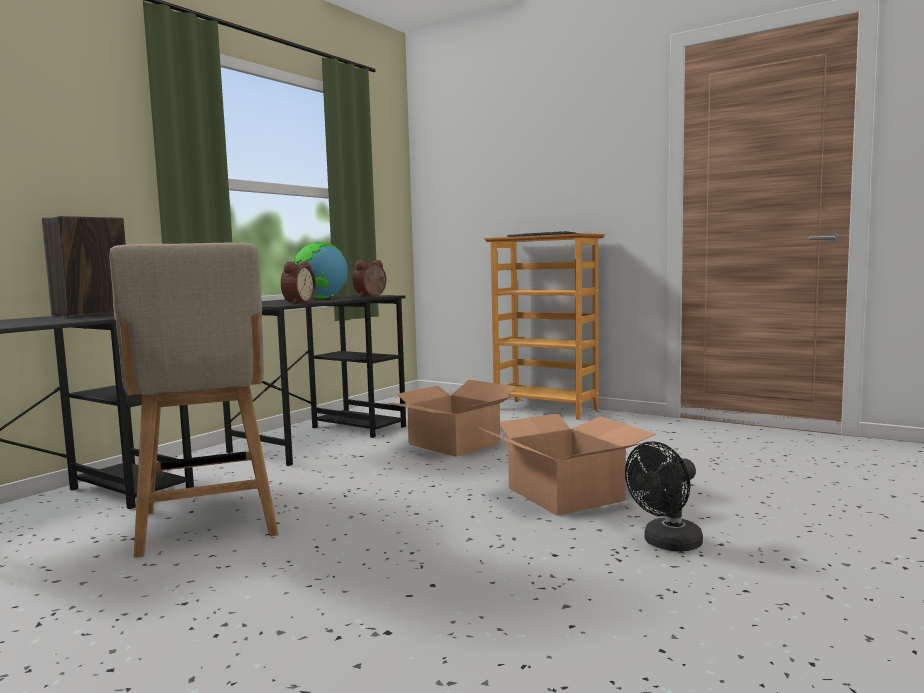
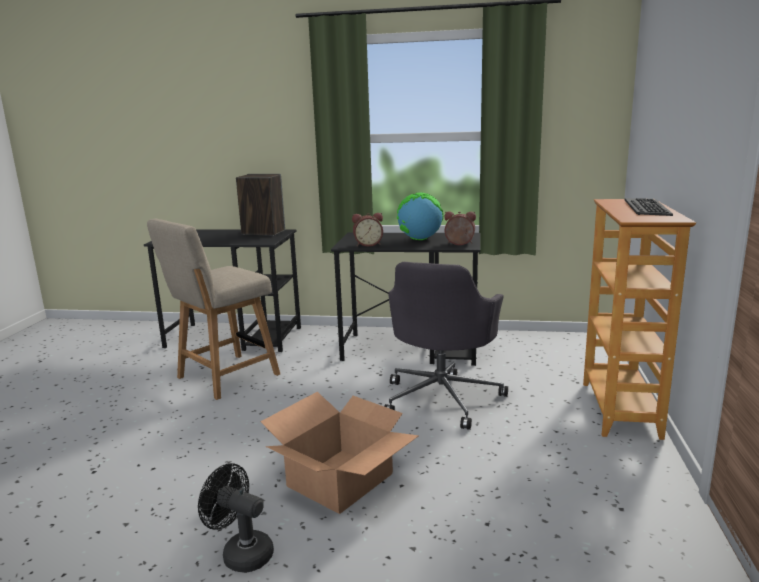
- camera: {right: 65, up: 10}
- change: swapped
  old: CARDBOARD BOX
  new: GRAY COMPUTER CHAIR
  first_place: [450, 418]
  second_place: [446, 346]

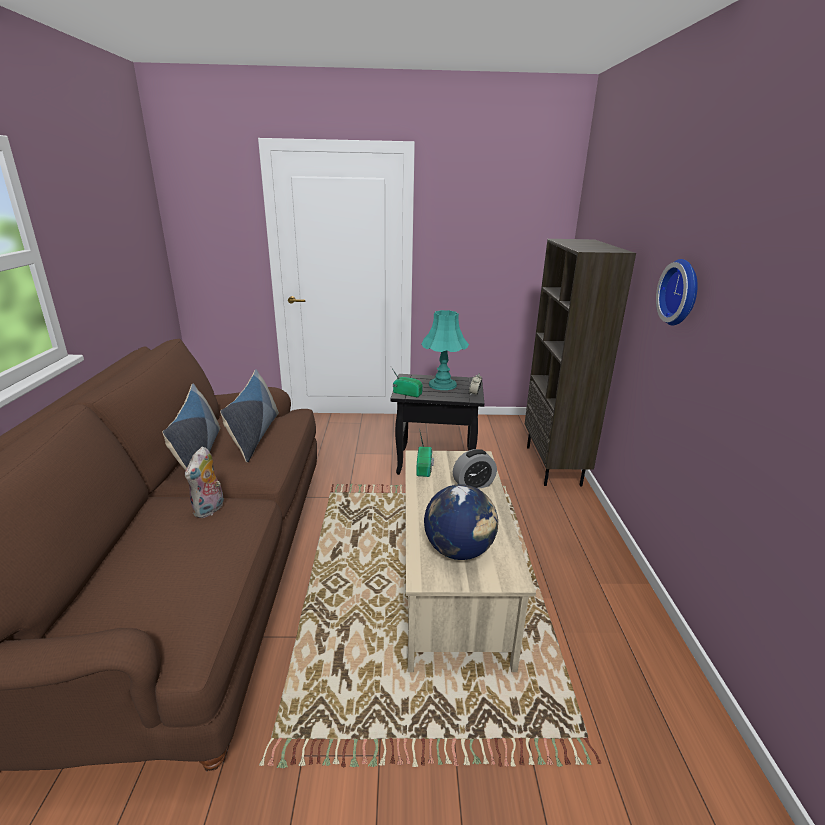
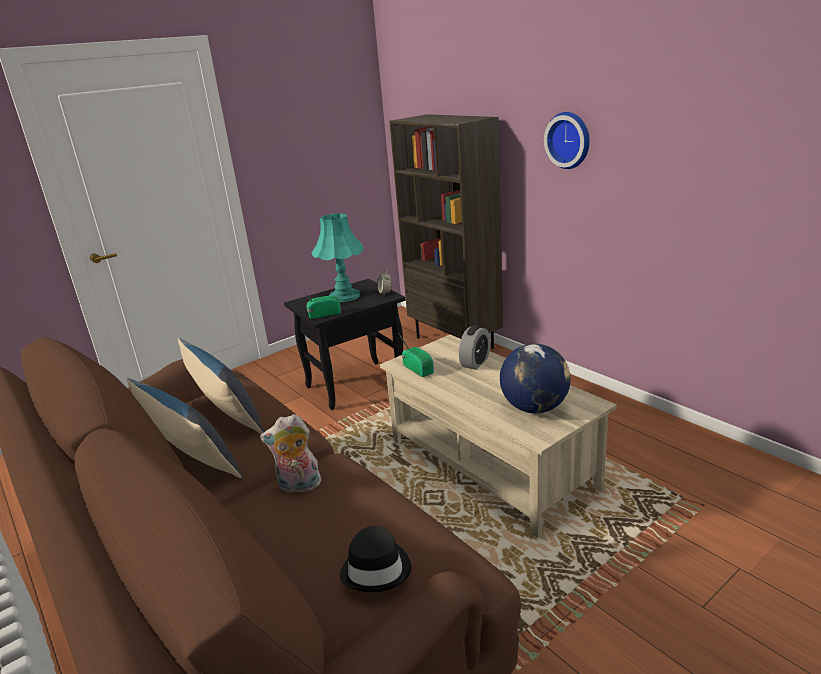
- camera: {right: -35, up: 0}
- change: rotated
  old: PLUSH TOY
  first_place: [204, 482]
  second_place: [290, 454]
  degrees: 105
- change: new
  new: BLACK-COLOURED HAT
  second_place: [375, 559]

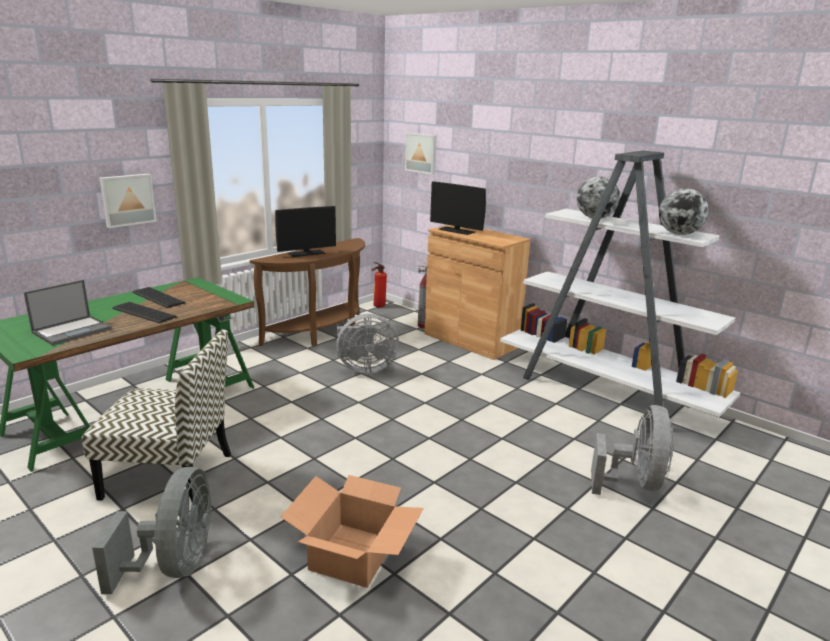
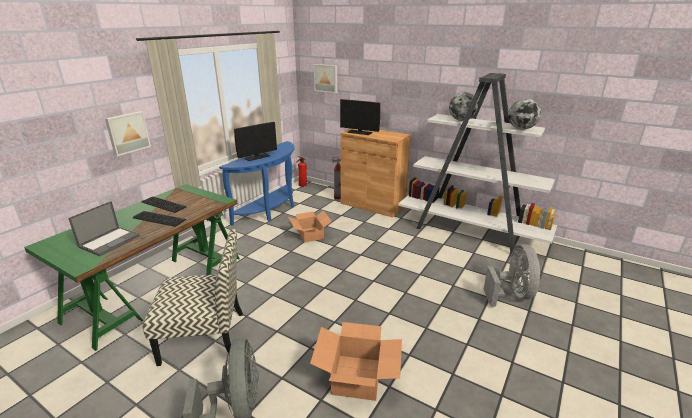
- camera: {right: -10, up: 5}
- change: repainted
  old: BROWN NARROW TABLE
  new: BLUE NARROW TABLE
  first_place: [307, 292]
  second_place: [256, 183]
- change: swapped
  old: GRAY FAN
  new: CARDBOARD BOX
  first_place: [367, 343]
  second_place: [310, 226]

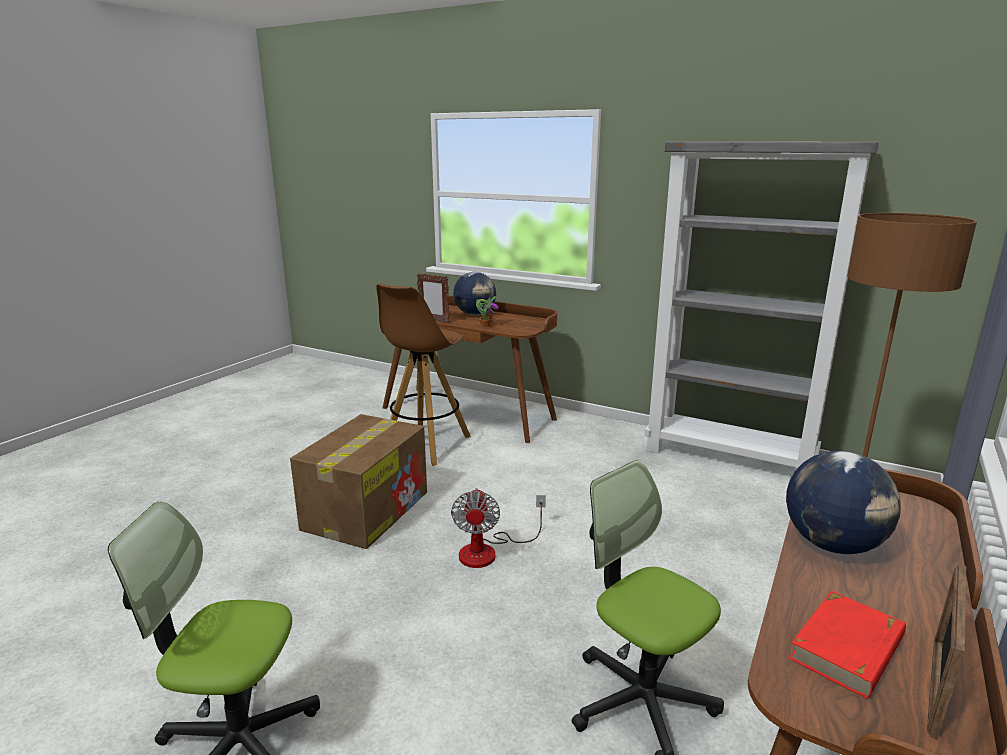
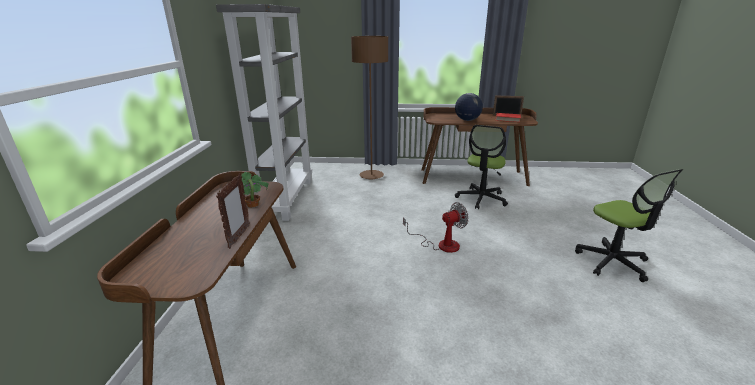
- camera: {right: -115, up: 5}
- change: gone
  old: CARDBOARD BOX
  first_place: [358, 481]
- change: gone
  old: BROWN SITTING STOOL
  first_place: [423, 374]
- change: gone
  old: DESK GLOBE
  first_place: [474, 293]

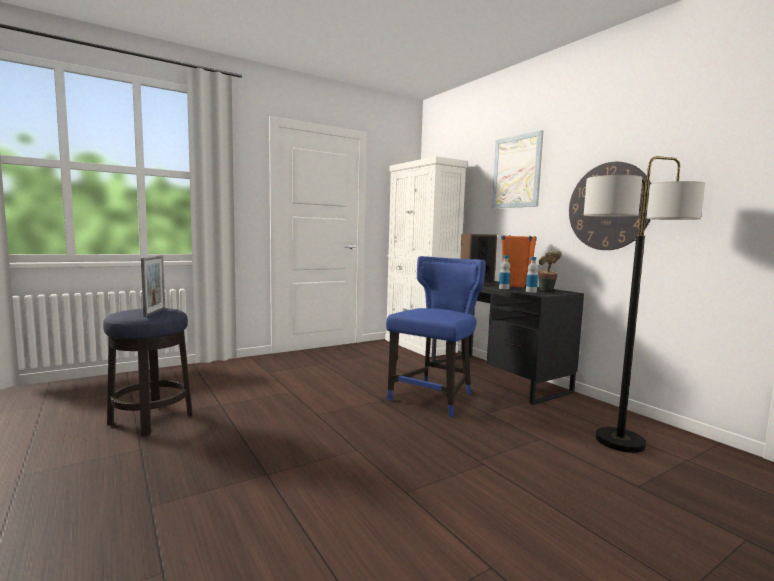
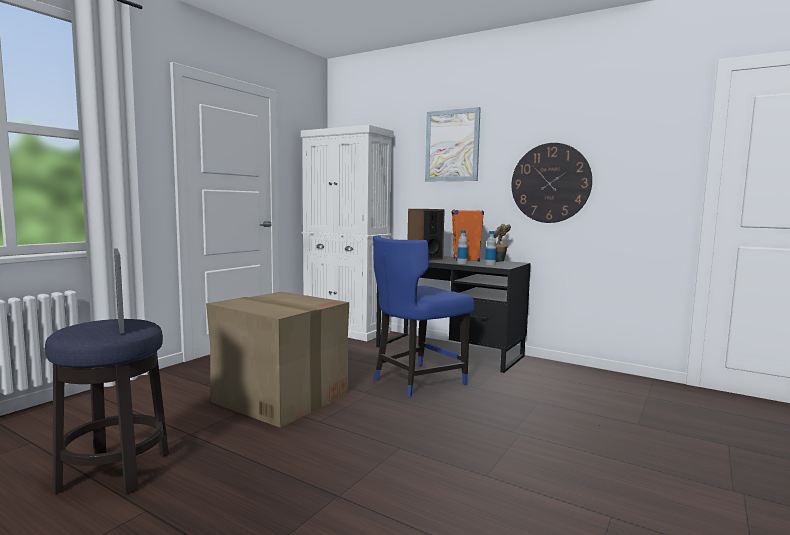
- camera: {right: -25, up: 0}
- change: new
  new: CARDBOARD BOX
  second_place: [277, 360]
- change: rotated
  old: BLUE PLAIN CHAIR
  first_place: [436, 336]
  second_place: [423, 316]
  degrees: -135
- change: gone
  old: STANDING LAMP
  first_place: [644, 304]

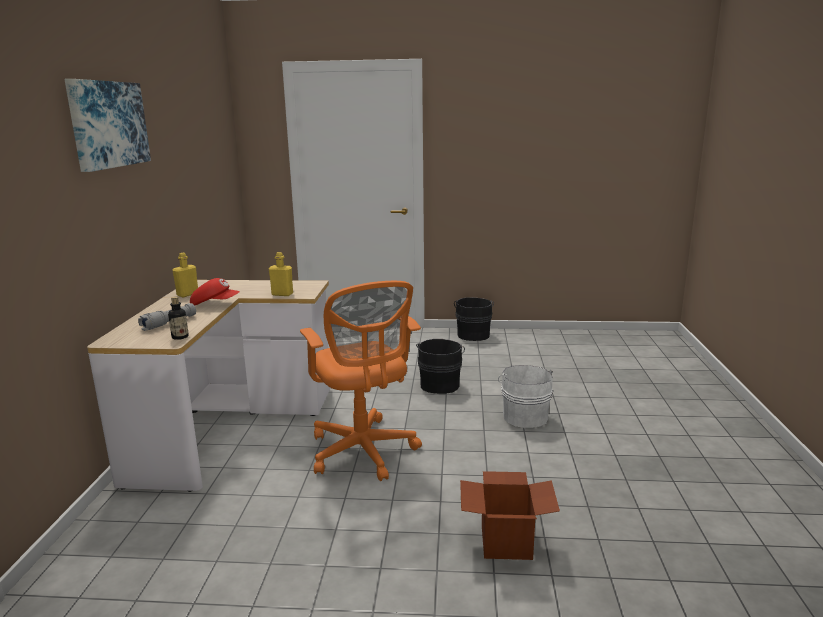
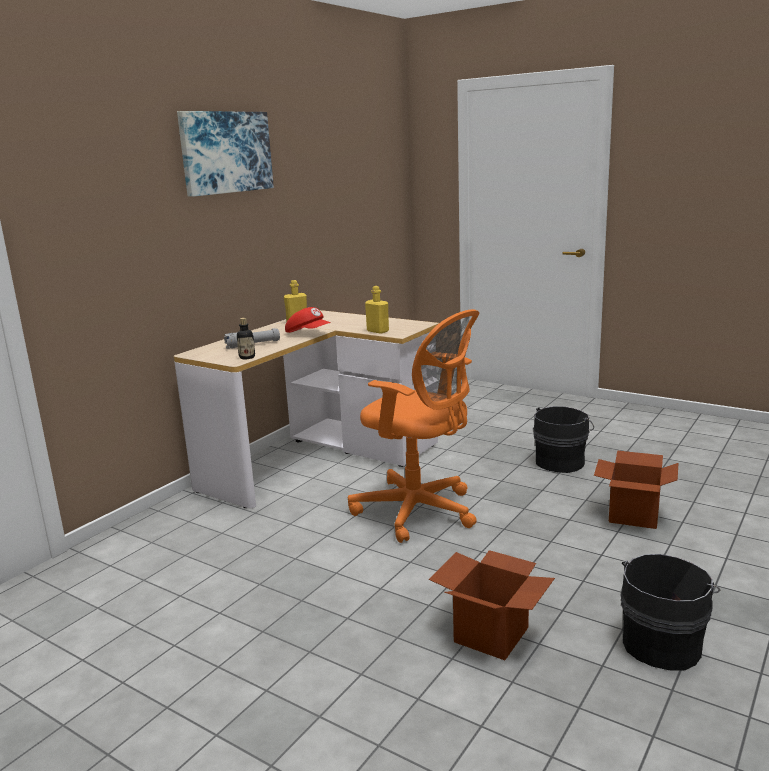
- camera: {right: 30, up: 0}
- change: rotated
  old: ORANGEY COMPUTER CHAIR
  first_place: [361, 381]
  second_place: [413, 426]
  degrees: -60
- change: swapped
  old: WHITE-COLOURED BUCKET
  new: CARDBOARD BOX
  first_place: [525, 396]
  second_place: [636, 490]
- change: shifted
  old: BLACK-COLOURED BUCKET
  first_place: [474, 319]
  second_place: [670, 612]

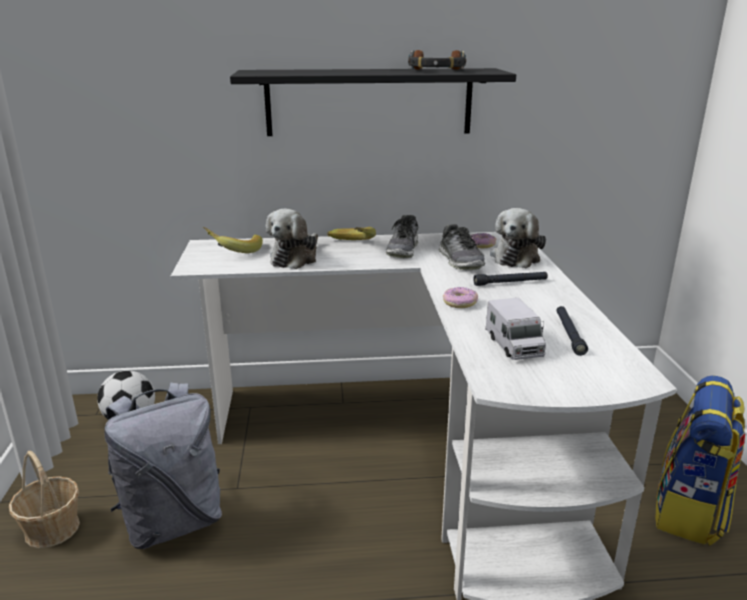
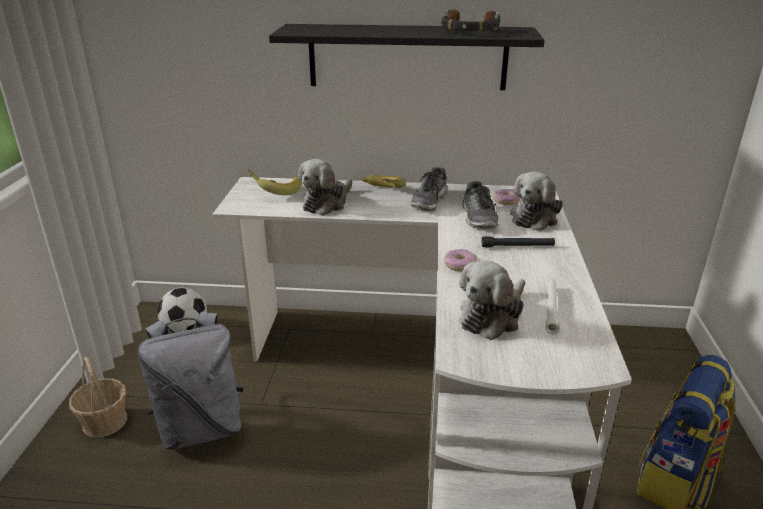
- camera: {right: 10, up: 5}
- change: swapped
  old: TOY TRUCK
  new: PLUSH TOY
  first_place: [515, 329]
  second_place: [492, 300]
- change: repainted
  old: BLACK-COLOURED TORCH
  new: WHITE-COLOURED TORCH
  first_place: [572, 331]
  second_place: [552, 306]

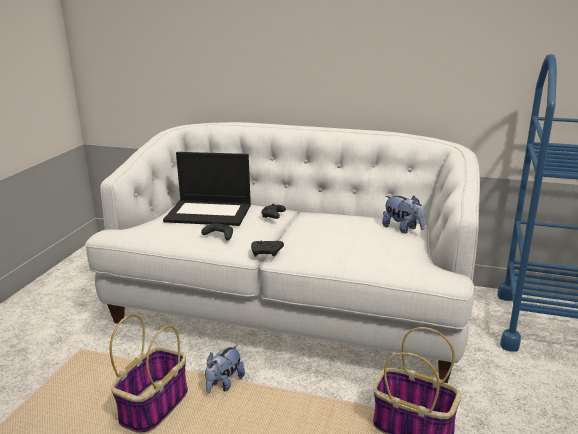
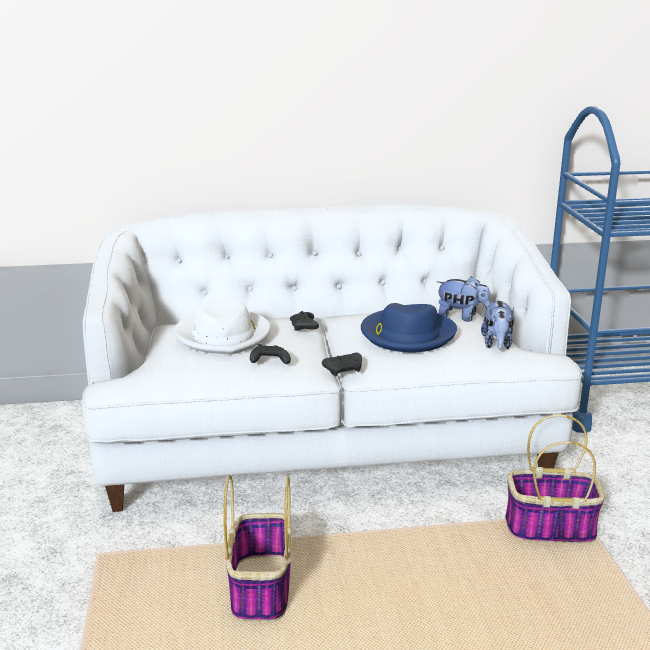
- camera: {right: -25, up: 0}
- change: swapped
  old: NOTEBOOK COMPUTER
  new: WHITE-COLOURED HAT
  first_place: [207, 189]
  second_place: [222, 327]
- change: new
  new: BLUE HAT
  second_place: [409, 327]
- change: shifted
  old: PLUSH TOY
  first_place: [225, 368]
  second_place: [497, 324]

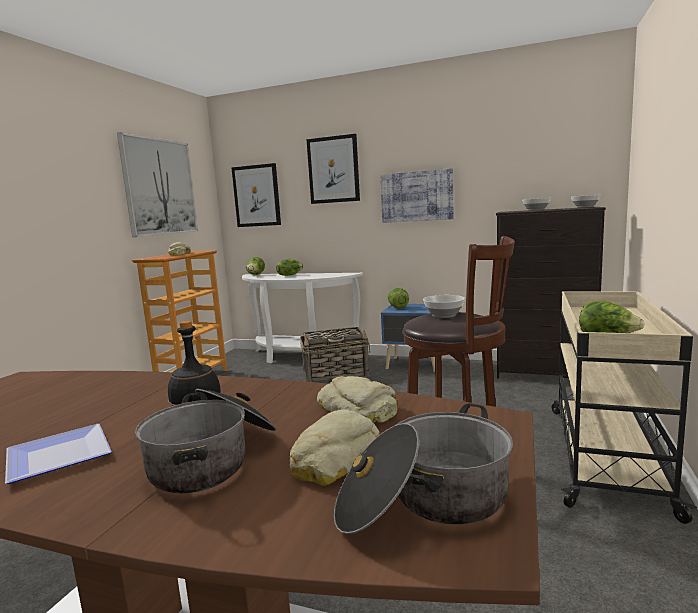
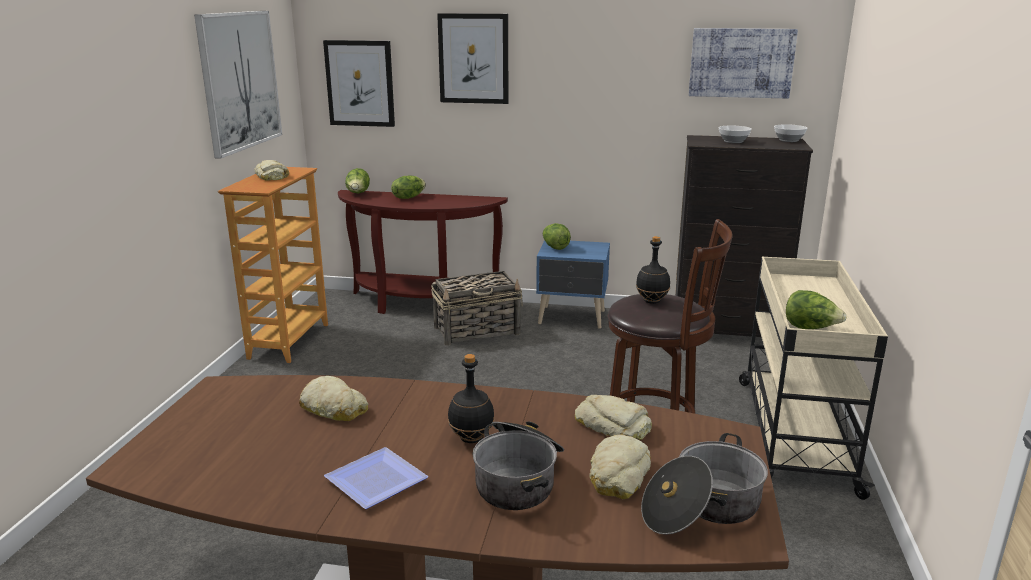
- camera: {right: -10, up: 10}
- change: new
  new: BAKED BREAD
  second_place: [333, 398]
- change: repainted
  old: WHITE-COLOURED NARROW TABLE
  new: BROWN NARROW TABLE
  first_place: [302, 318]
  second_place: [423, 252]
- change: swapped
  old: BOWL
  new: BLACK-COLOURED DRINK BOTTLE
  first_place: [444, 306]
  second_place: [653, 270]
- change: shifted
  old: PICTURE
  first_place: [417, 195]
  second_place: [743, 63]

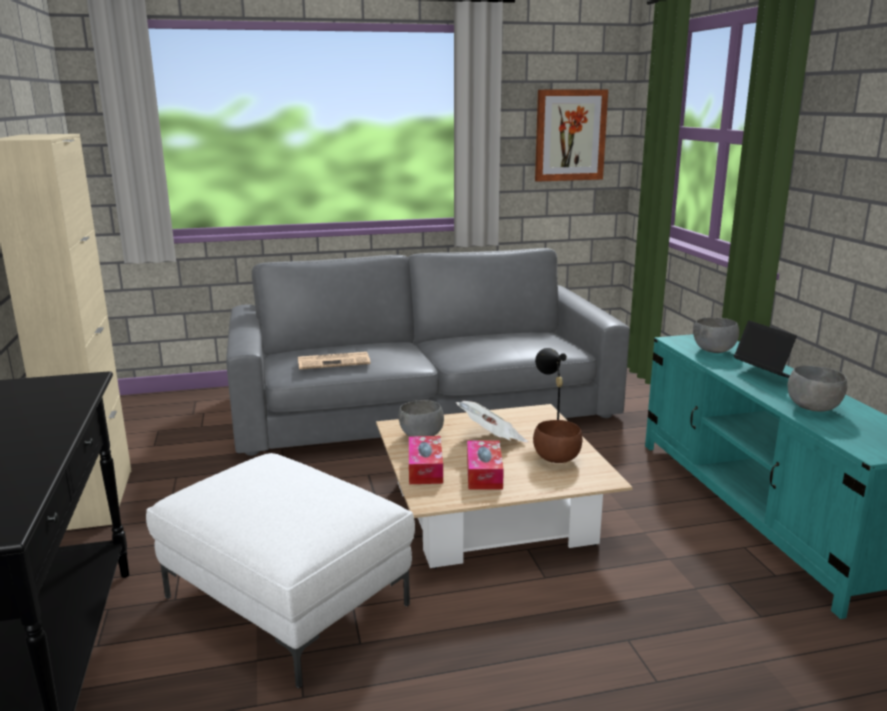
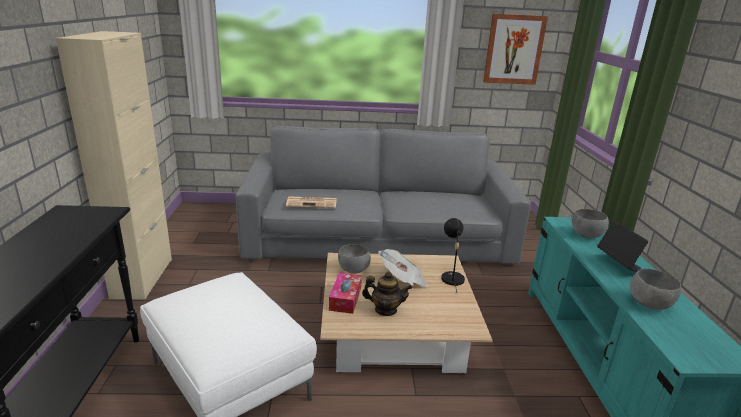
- camera: {right: 10, up: 5}
- change: swapped
  old: TISSUE BOX
  new: TEAPOT
  first_place: [485, 465]
  second_place: [387, 293]
- change: gone
  old: BROWN BOWL
  first_place: [557, 441]

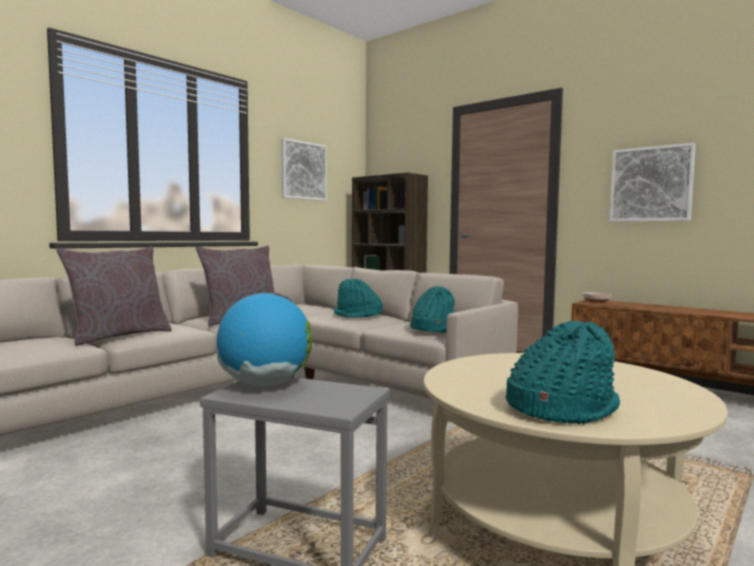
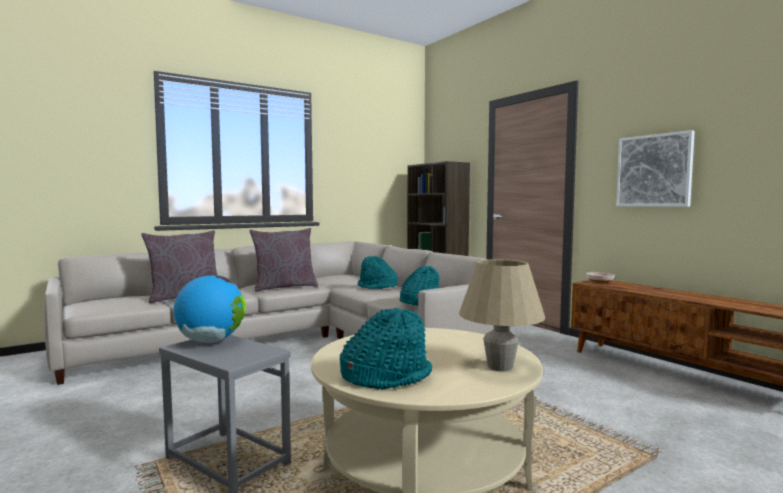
- camera: {right: 15, up: 0}
- change: new
  new: SAND-COLOURED TABLE LAMP
  second_place: [502, 315]
- change: gone
  old: PICTURE
  first_place: [304, 169]

